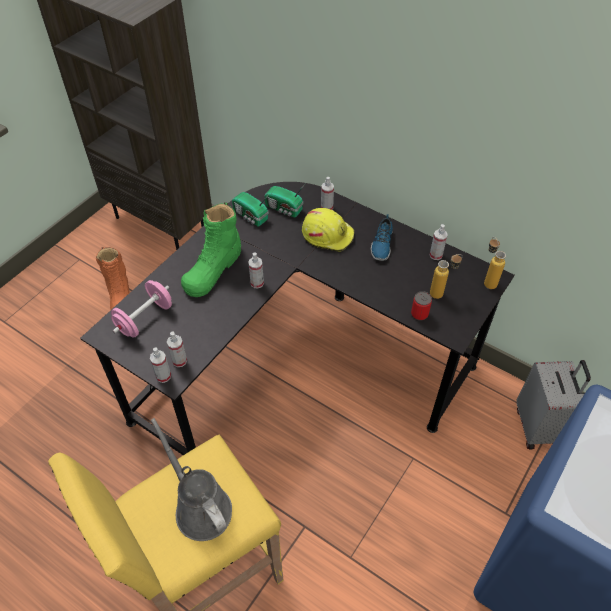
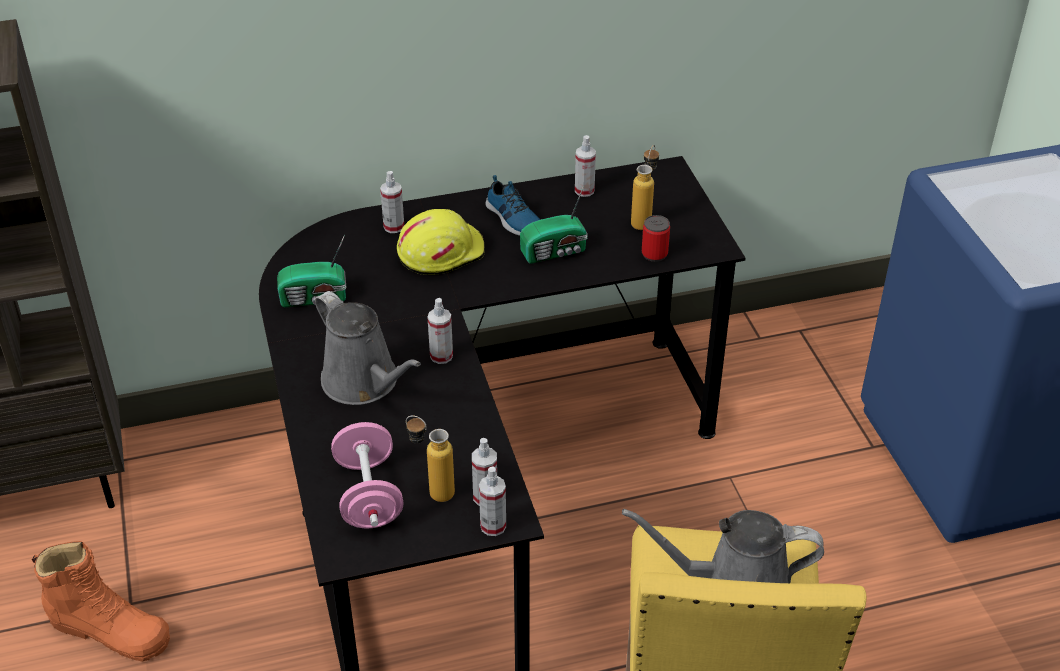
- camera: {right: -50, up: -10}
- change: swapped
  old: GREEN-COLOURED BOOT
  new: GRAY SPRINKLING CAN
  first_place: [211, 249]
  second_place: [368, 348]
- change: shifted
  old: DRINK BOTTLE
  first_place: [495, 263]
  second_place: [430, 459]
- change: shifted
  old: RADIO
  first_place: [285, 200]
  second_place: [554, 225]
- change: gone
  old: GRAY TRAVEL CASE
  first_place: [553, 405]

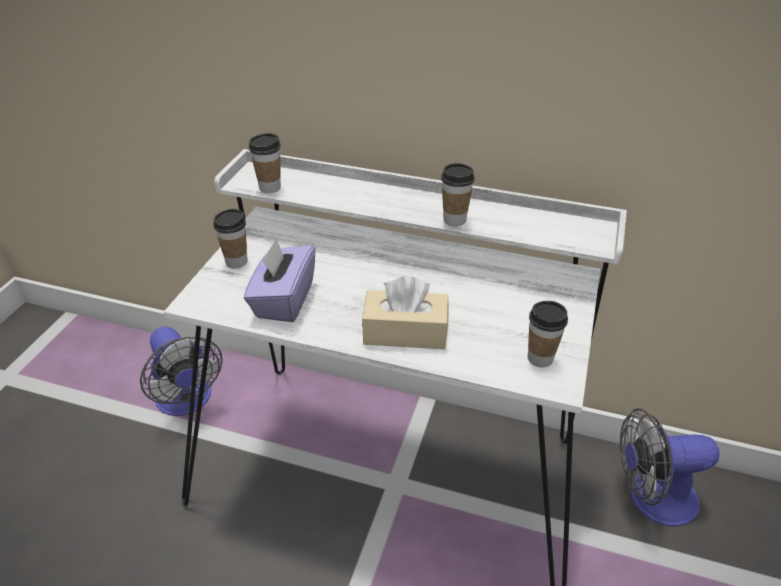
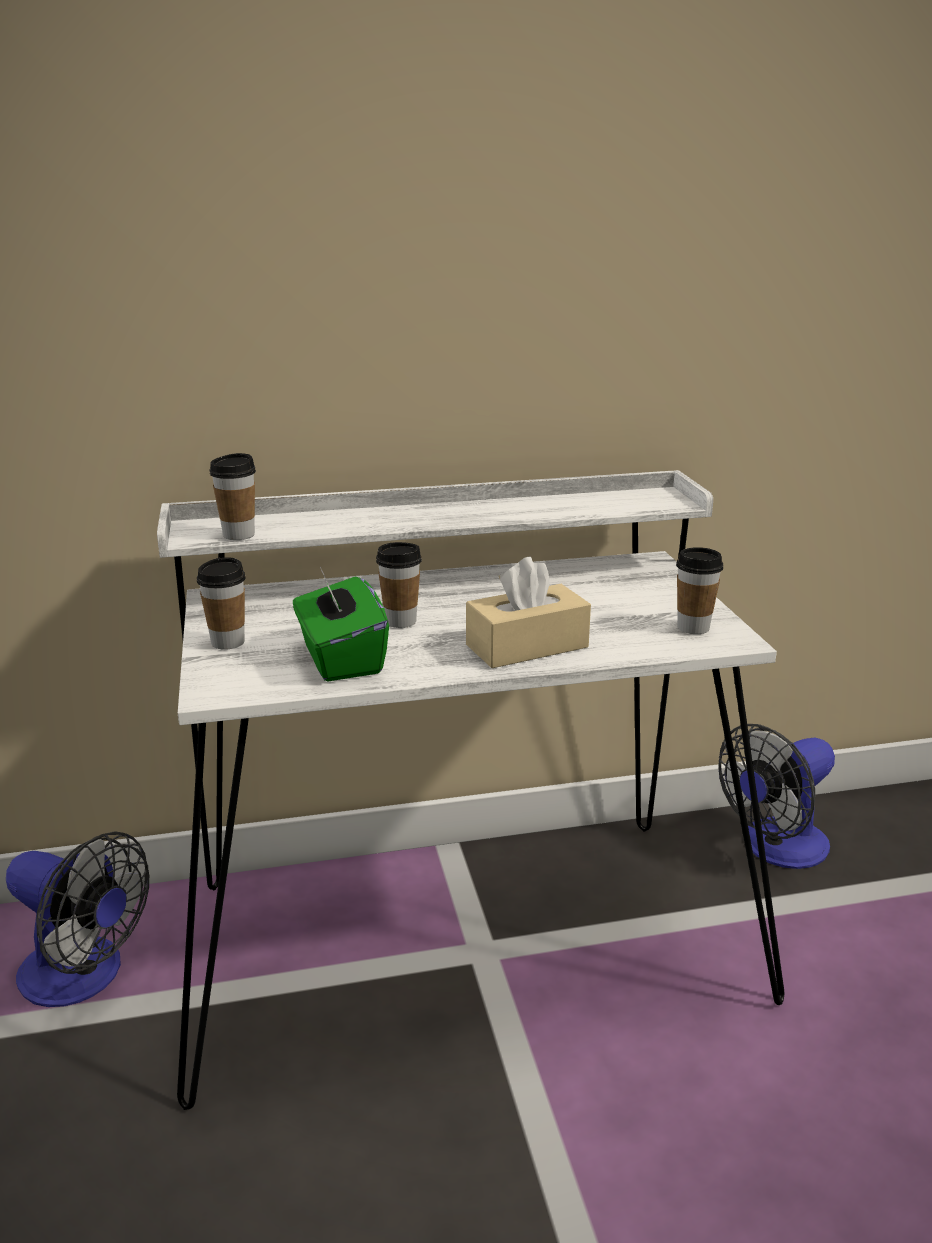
- camera: {right: -30, up: -15}
- change: repainted
  old: PURPLE-COLOURED TISSUE BOX
  new: GREEN-COLOURED TISSUE BOX
  first_place: [280, 280]
  second_place: [341, 624]
- change: shifted
  old: CUP
  first_place: [458, 194]
  second_place: [399, 585]

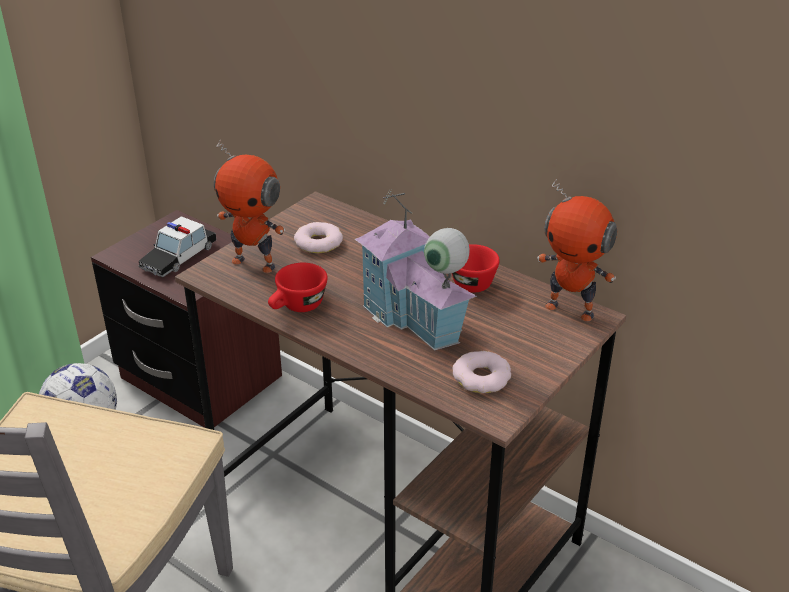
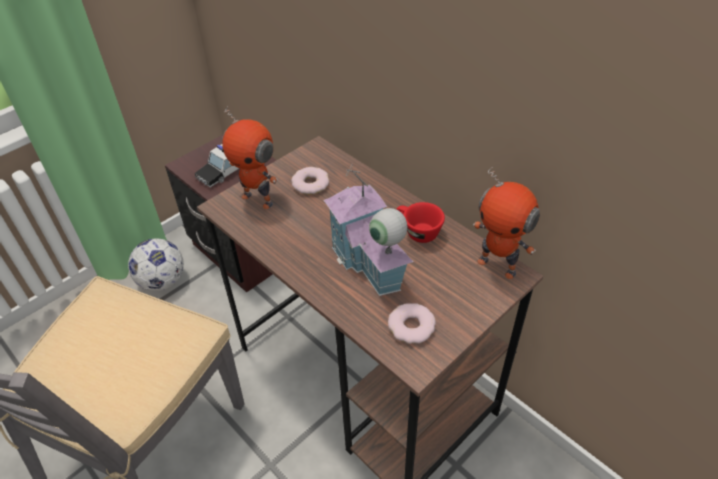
- camera: {right: 10, up: 10}
- change: gone
  old: RED CUP
  first_place: [298, 287]

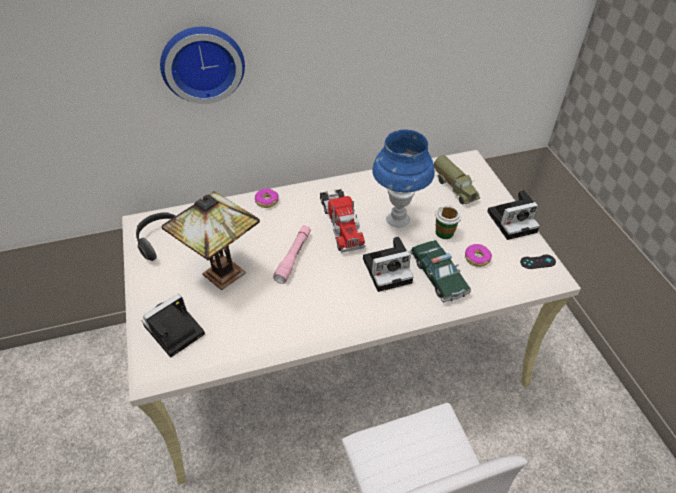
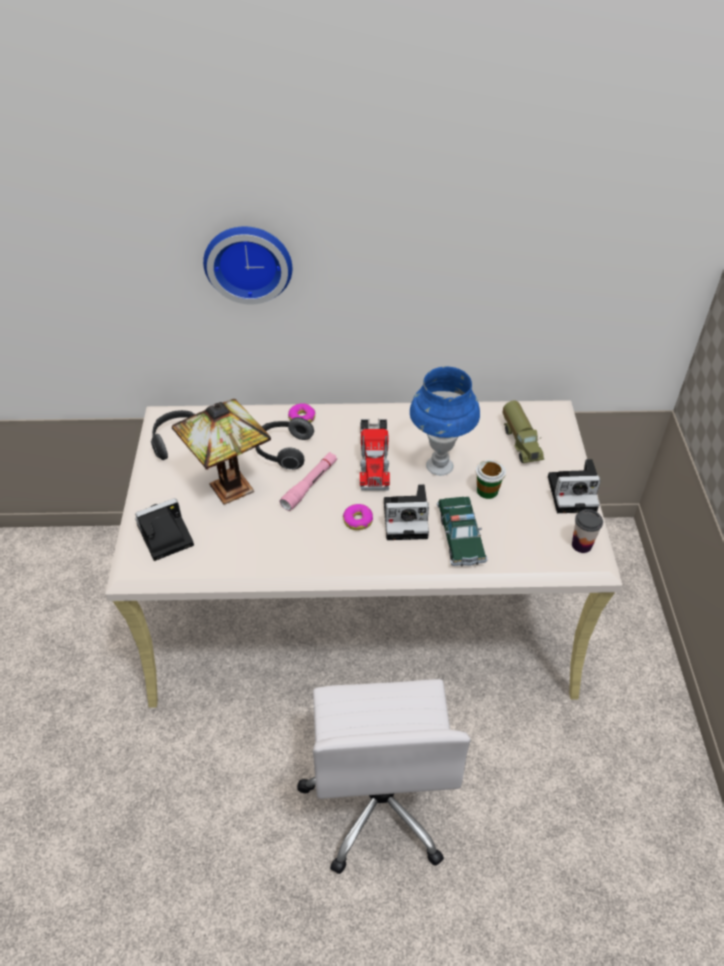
- camera: {right: 15, up: 0}
- change: new
  new: HEADSET
  second_place: [284, 443]
- change: shifted
  old: DONUT
  first_place: [478, 255]
  second_place: [358, 517]
- change: swapped
  old: BLACK-COLOURED JOYPAD
  new: CUP
  first_place: [538, 262]
  second_place: [587, 531]

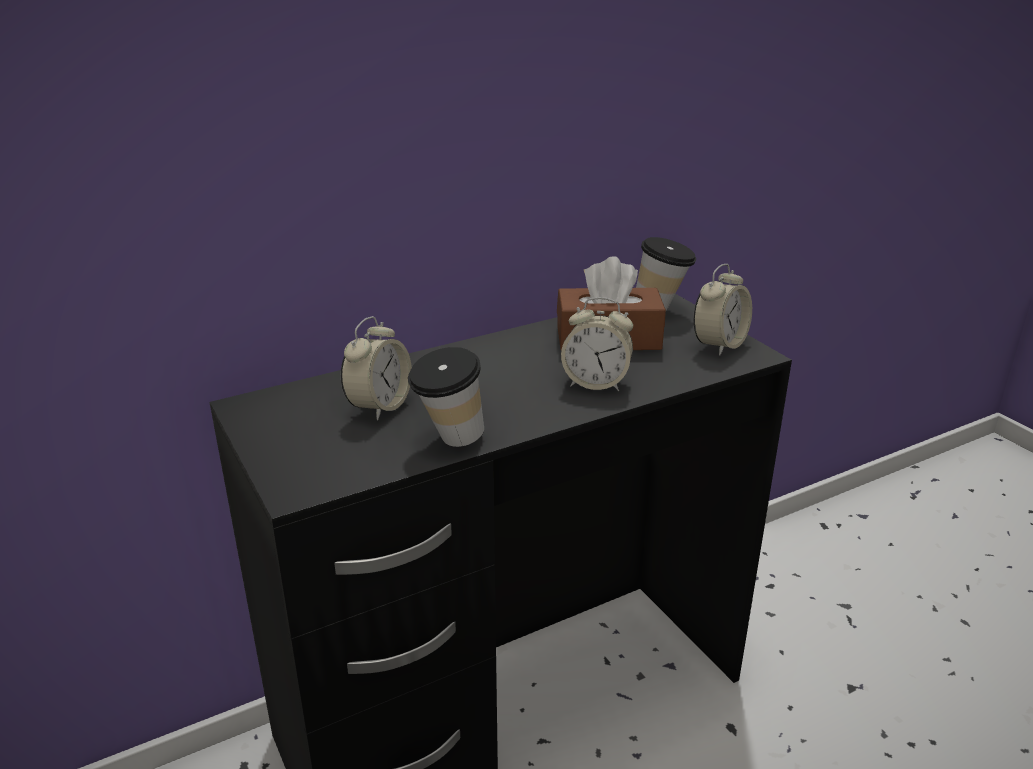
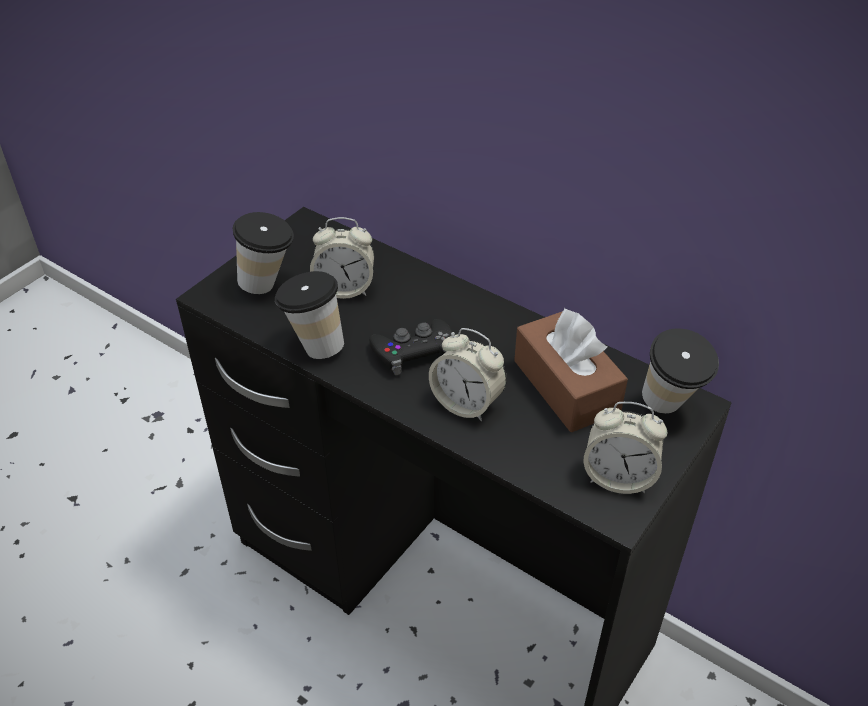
- camera: {right: 65, up: 15}
- change: new
  new: CUP
  second_place: [263, 253]
- change: new
  new: BLACK-COLOURED JOYPAD
  second_place: [411, 347]
- change: rotated
  old: ALARM CLOCK
  first_place: [597, 344]
  second_place: [468, 374]
  degrees: -45

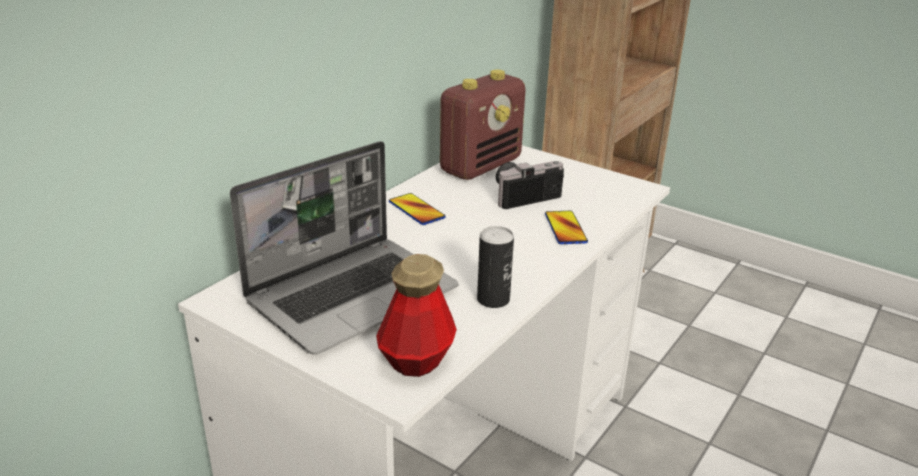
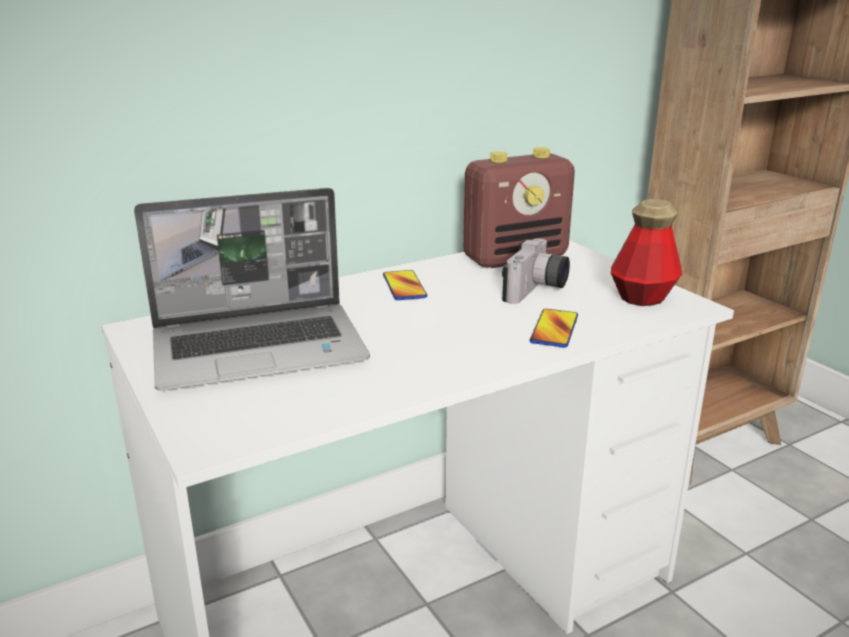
- camera: {right: 25, up: -5}
- change: rotated
  old: PHOTO CAMERA
  first_place: [530, 185]
  second_place: [536, 271]
  degrees: 120
- change: shifted
  old: DRINK BOTTLE
  first_place: [416, 315]
  second_place: [646, 252]
- change: gone
  old: CAN
  first_place: [495, 267]

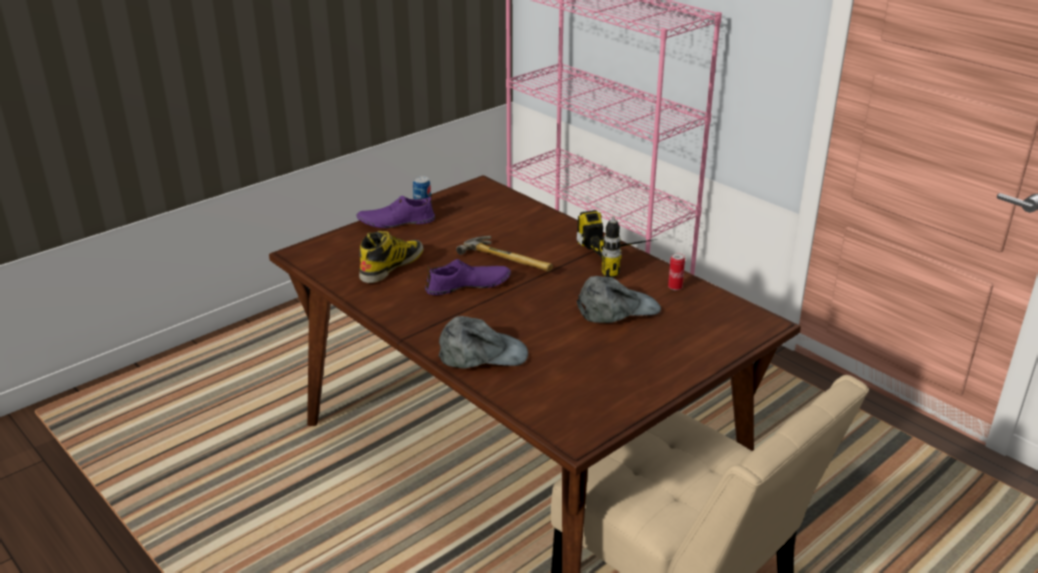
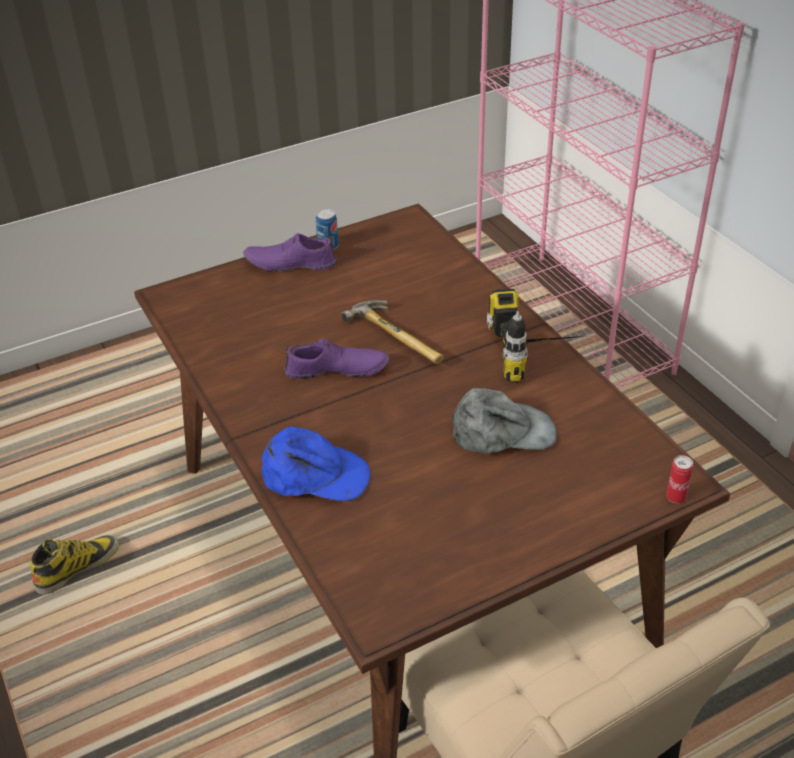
- camera: {right: 15, up: 10}
- change: shifted
  old: BOOT
  first_place: [391, 257]
  second_place: [74, 565]
- change: repainted
  old: GRAY BASEBALL CAP
  new: BLUE BASEBALL CAP
  first_place: [483, 342]
  second_place: [316, 463]
- change: shifted
  old: CAN
  first_place: [676, 271]
  second_place: [679, 479]

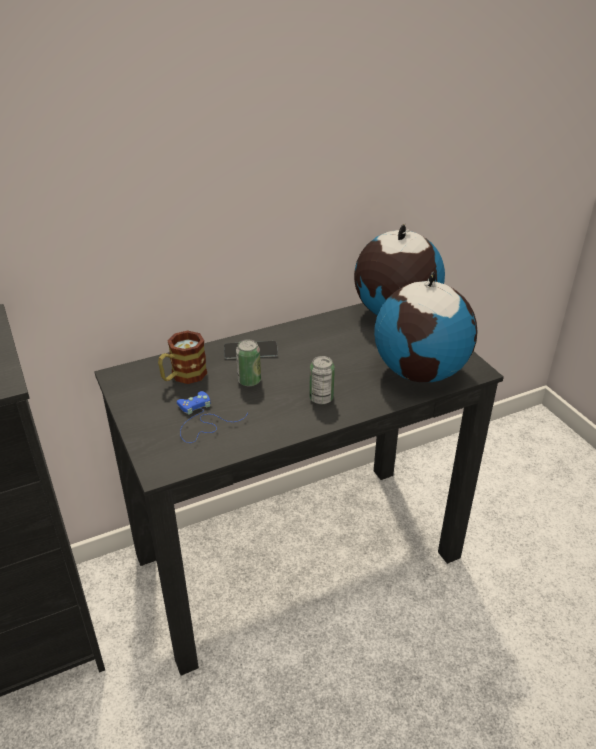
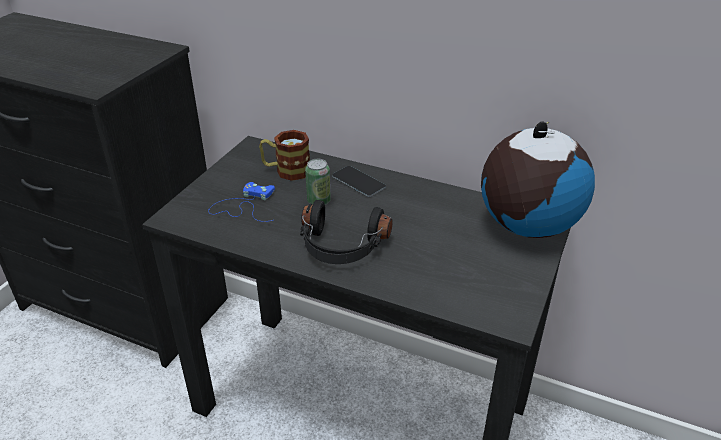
- camera: {right: 50, up: 0}
- change: swapped
  old: CAN
  new: BLACK-COLOURED HEADSET
  first_place: [322, 380]
  second_place: [346, 232]
- change: gone
  old: DESK GLOBE
  first_place: [426, 326]

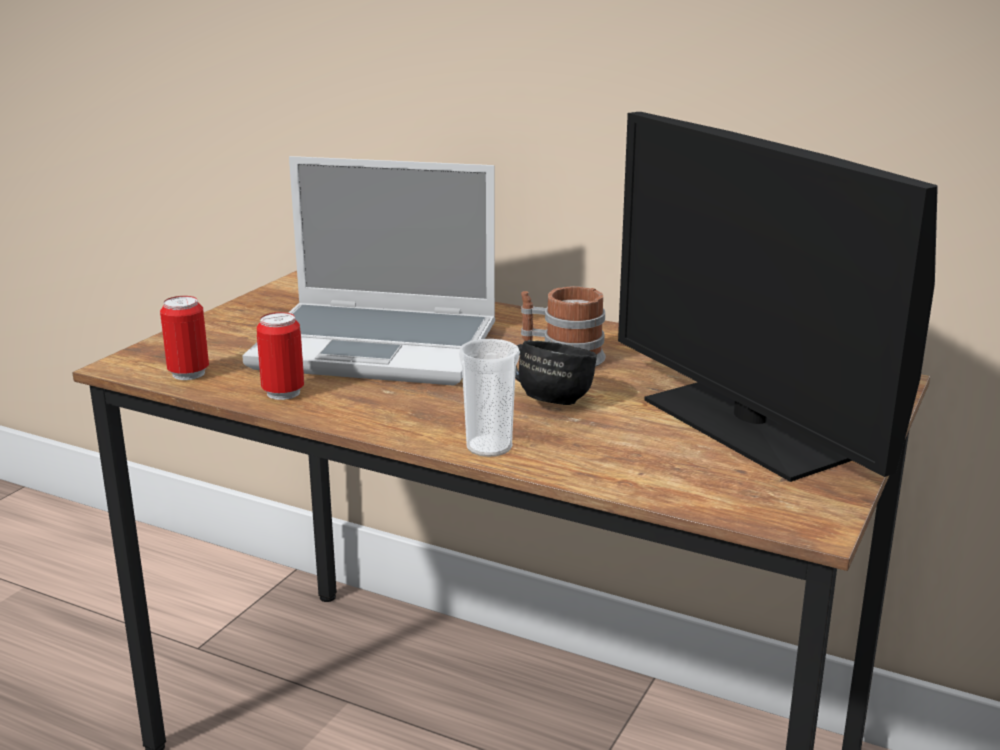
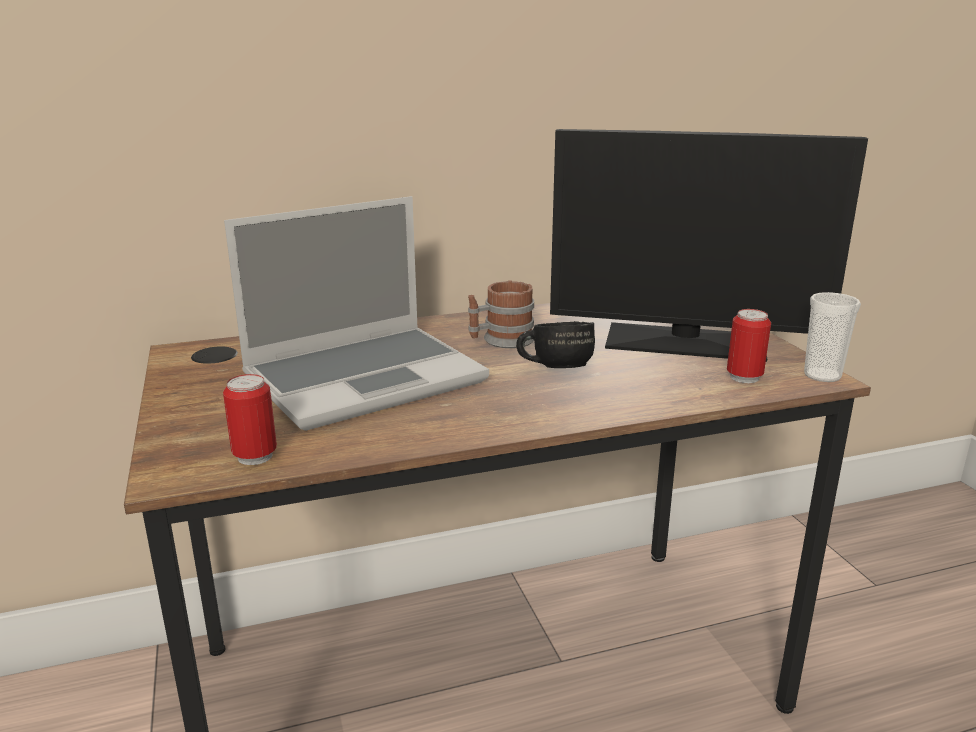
- camera: {right: -45, up: 0}
- change: shifted
  old: CAN
  first_place: [280, 356]
  second_place: [749, 346]
- change: shifted
  old: CUP
  first_place: [489, 398]
  second_place: [832, 337]

